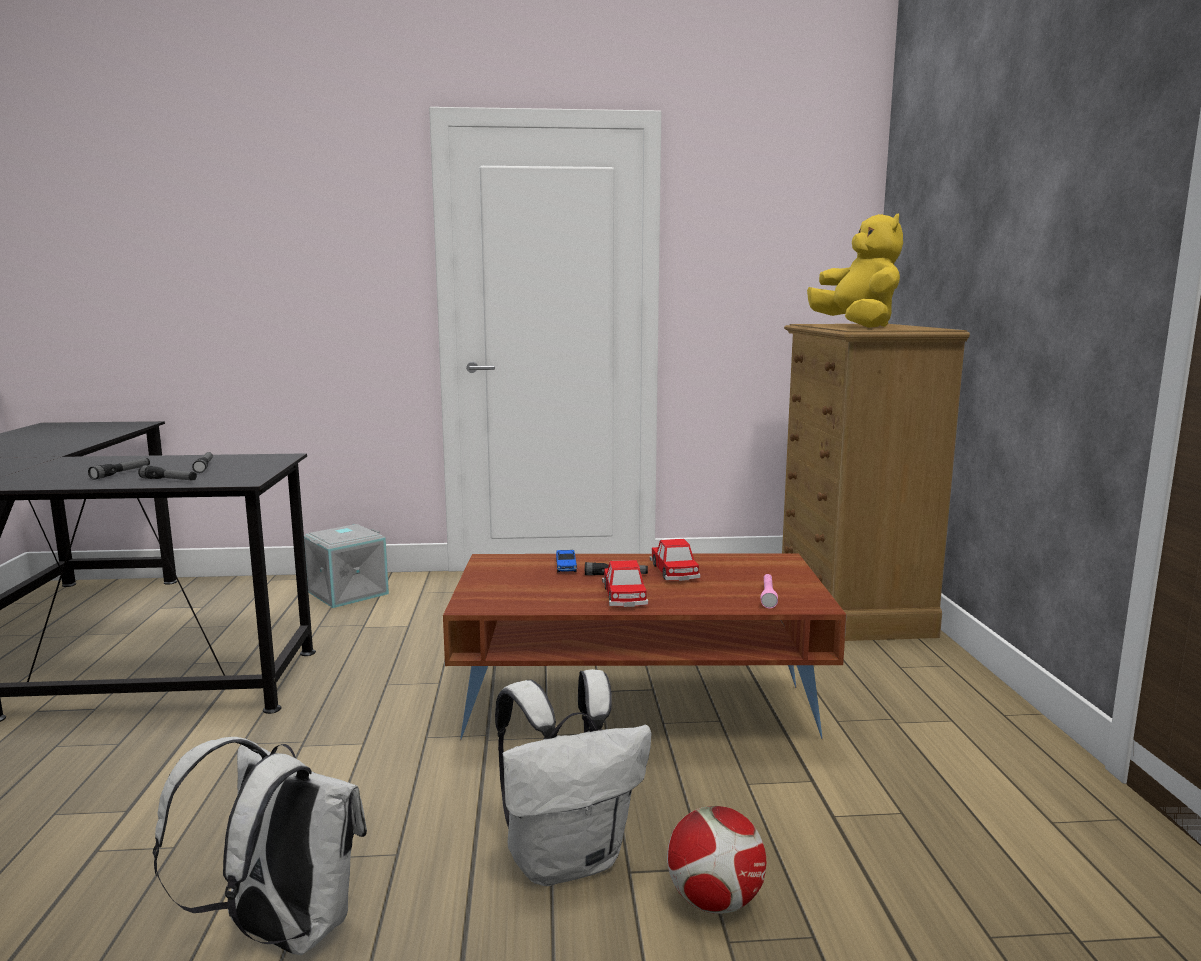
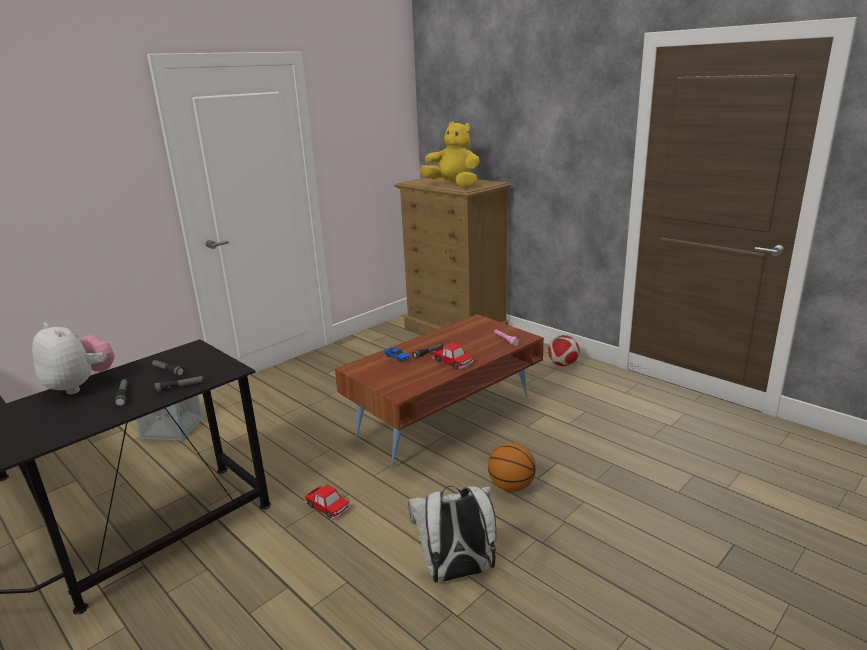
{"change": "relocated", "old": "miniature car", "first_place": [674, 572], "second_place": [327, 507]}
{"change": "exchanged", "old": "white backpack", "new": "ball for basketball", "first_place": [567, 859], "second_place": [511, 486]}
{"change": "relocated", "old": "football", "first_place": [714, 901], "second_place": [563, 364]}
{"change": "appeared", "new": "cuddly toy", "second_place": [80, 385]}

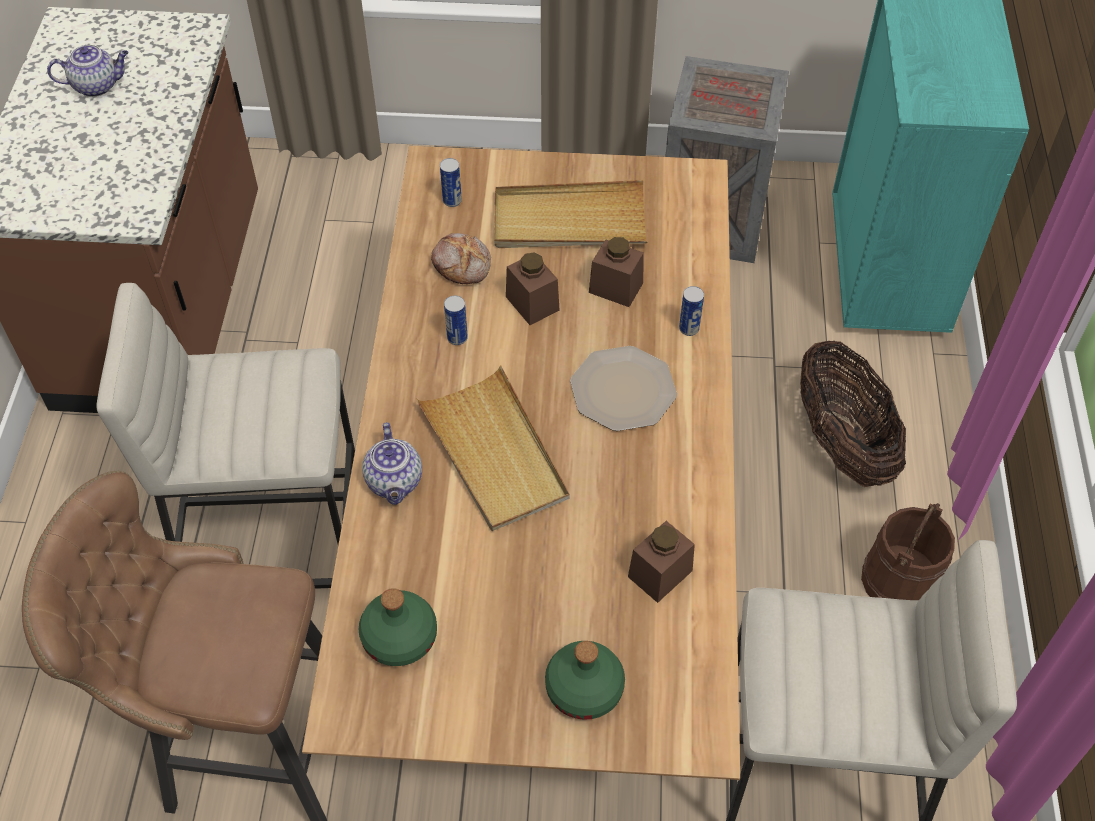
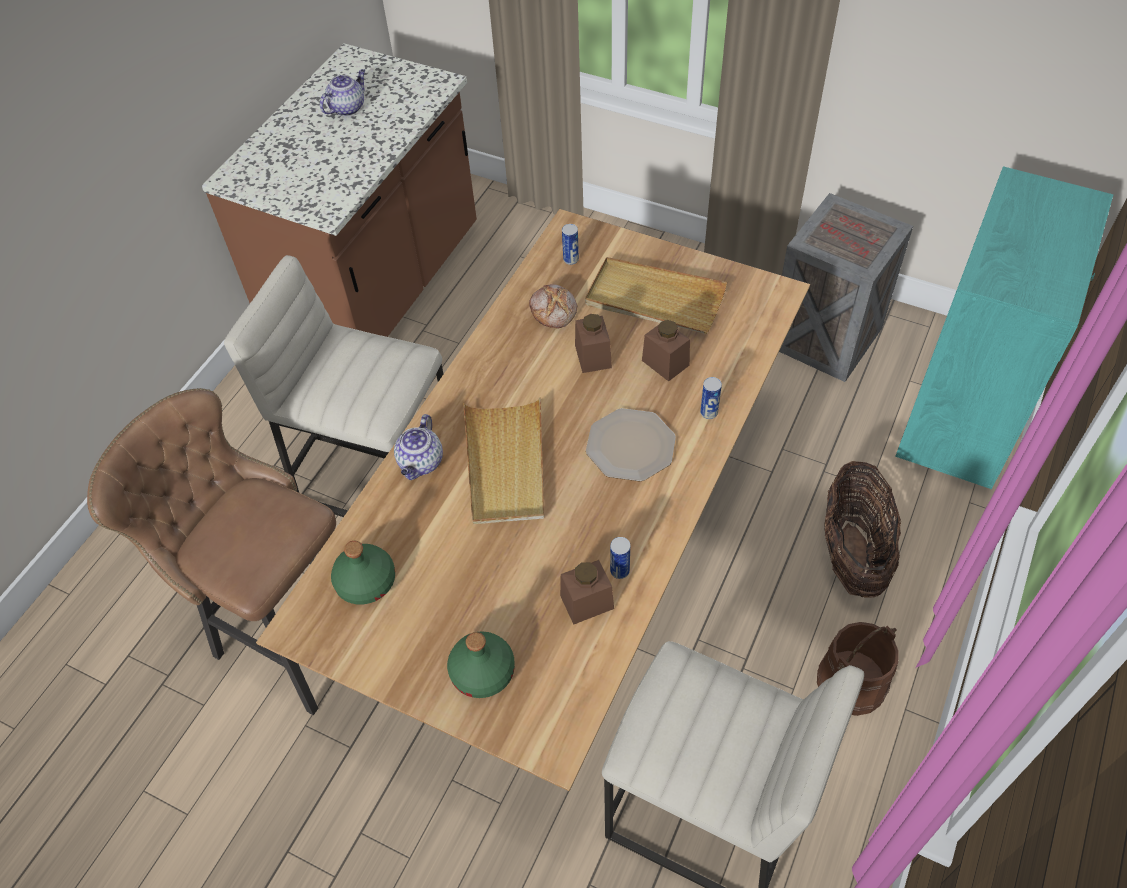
{"change": "spun", "old": "pot for tea", "first_place": [97, 85], "second_place": [347, 107], "degrees": -60}
{"change": "relocated", "old": "metal can", "first_place": [457, 338], "second_place": [619, 571]}

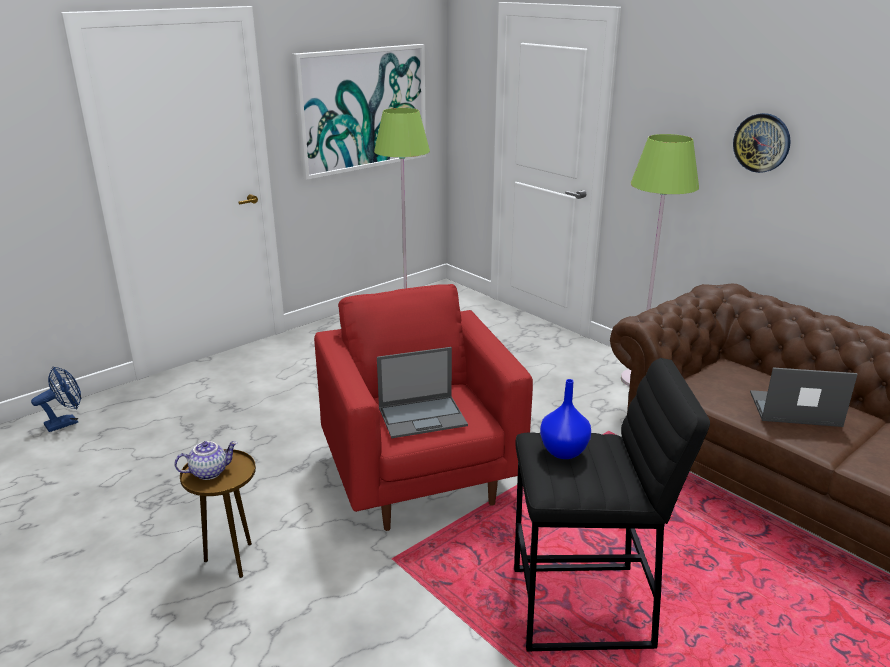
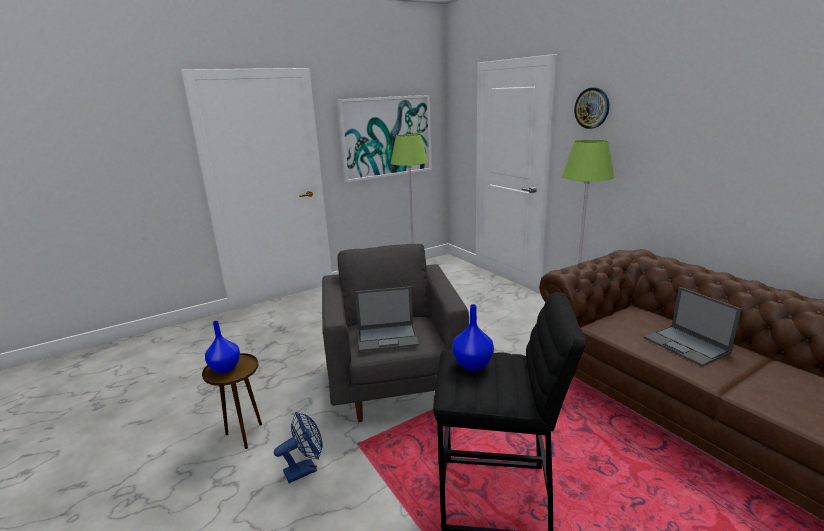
{"change": "relocated", "old": "hanging clock", "first_place": [762, 142], "second_place": [592, 108]}
{"change": "colour", "old": "red-coloured armchair", "new": "gray armchair", "first_place": [420, 477], "second_place": [395, 384]}
{"change": "relocated", "old": "bluish cooling fan", "first_place": [66, 422], "second_place": [305, 469]}
{"change": "spun", "old": "portable computer", "first_place": [793, 409], "second_place": [687, 345], "degrees": -135}
{"change": "exchanged", "old": "pot for tea", "new": "bluish flower vase", "first_place": [209, 472], "second_place": [225, 368]}

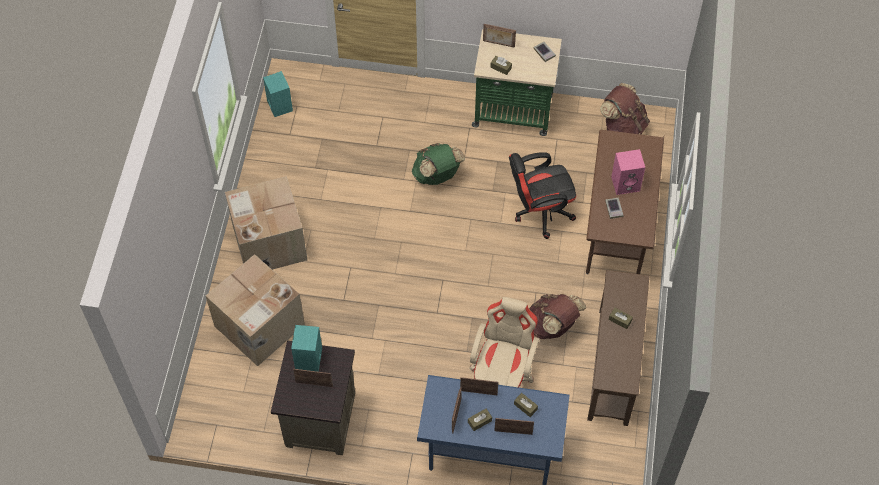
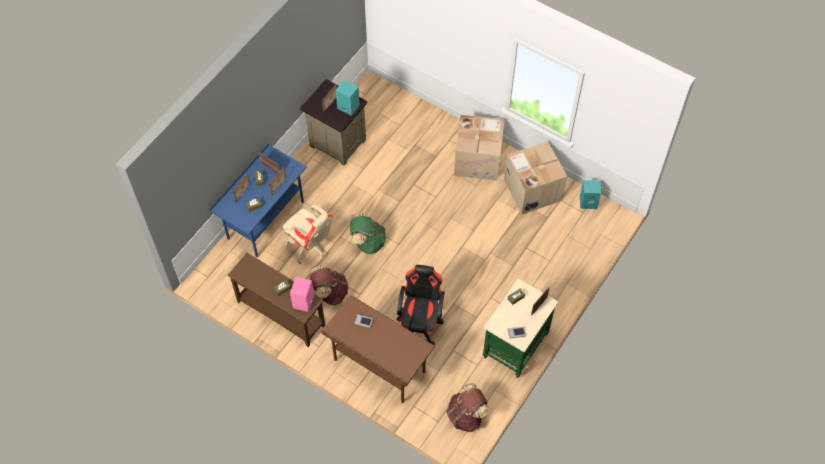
{"change": "relocated", "old": "green-coloured backpack", "first_place": [437, 176], "second_place": [368, 242]}
{"change": "relocated", "old": "pinkish audio speaker", "first_place": [626, 183], "second_place": [304, 302]}
{"change": "relocated", "old": "cardboard box", "first_place": [259, 326], "second_place": [531, 189]}

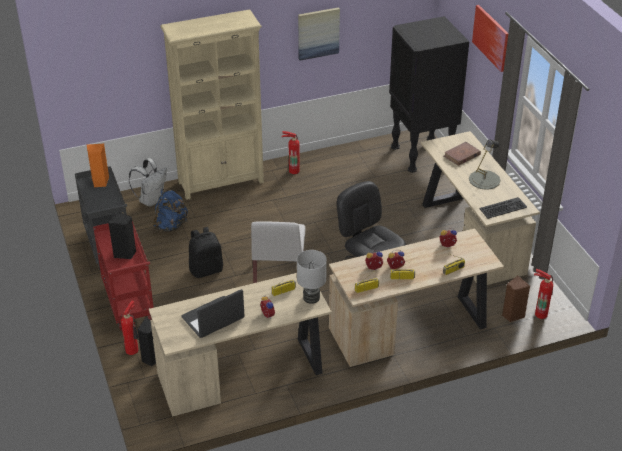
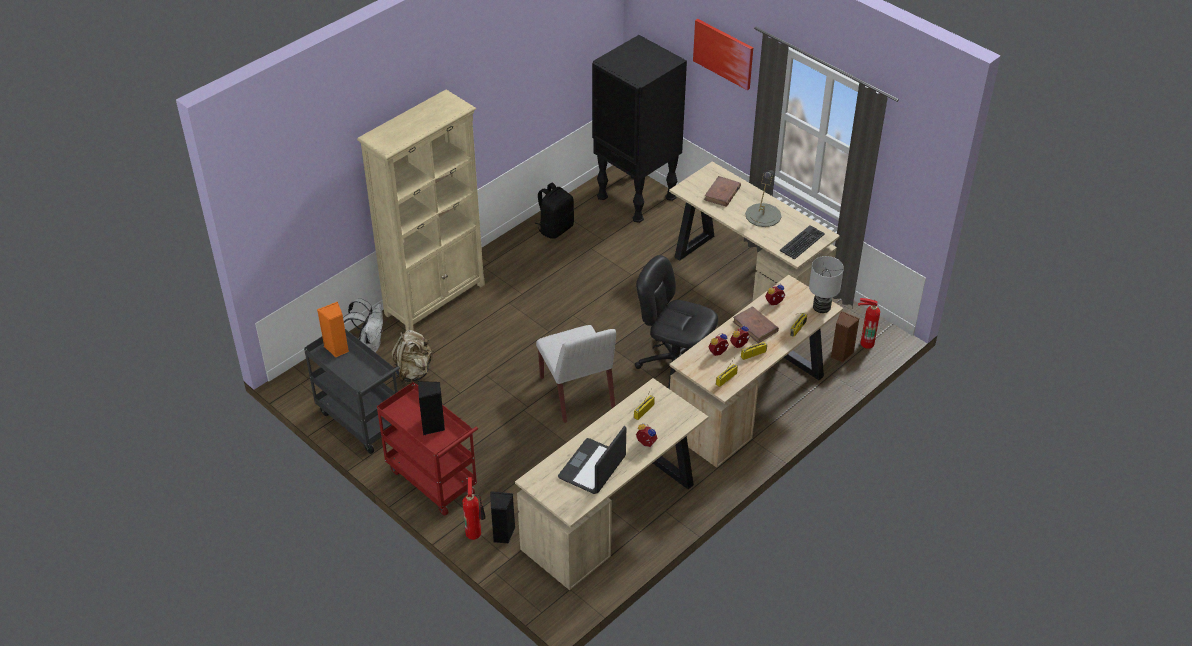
{"change": "missing", "old": "wall art", "first_place": [318, 33]}
{"change": "missing", "old": "extinguisher", "first_place": [293, 170]}
{"change": "colour", "old": "bluish backpack", "new": "sand-coloured backpack", "first_place": [170, 226], "second_place": [413, 372]}
{"change": "relocated", "old": "black-coloured backpack", "first_place": [206, 270], "second_place": [555, 228]}
{"change": "relocated", "old": "gray lamp for a table", "first_place": [311, 298], "second_place": [821, 307]}
{"change": "appeared", "new": "brownish volume", "second_place": [755, 326]}

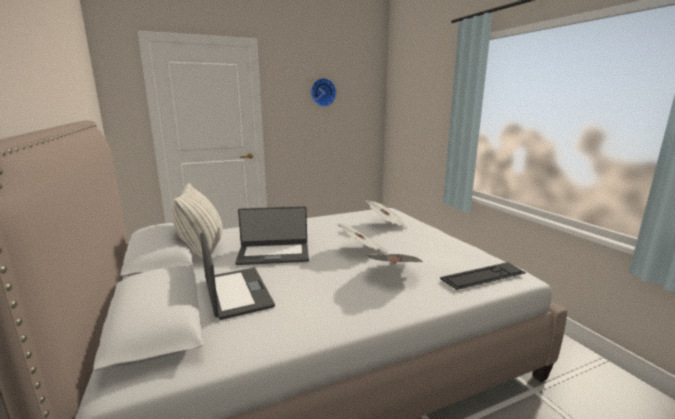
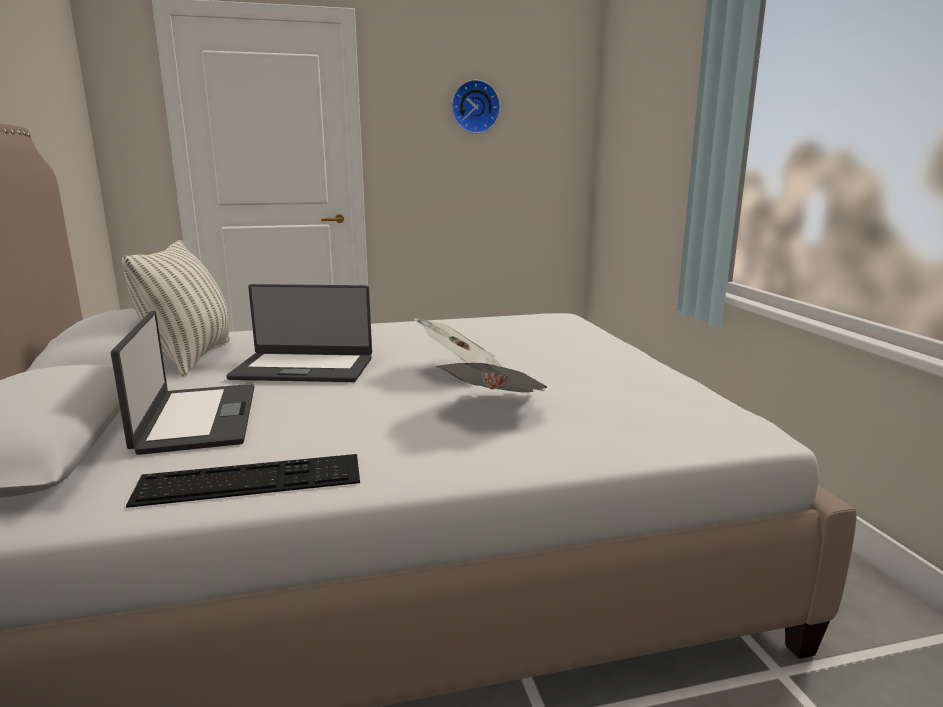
{"change": "missing", "old": "newspaper", "first_place": [386, 224]}
{"change": "relocated", "old": "keyboard", "first_place": [483, 275], "second_place": [250, 481]}

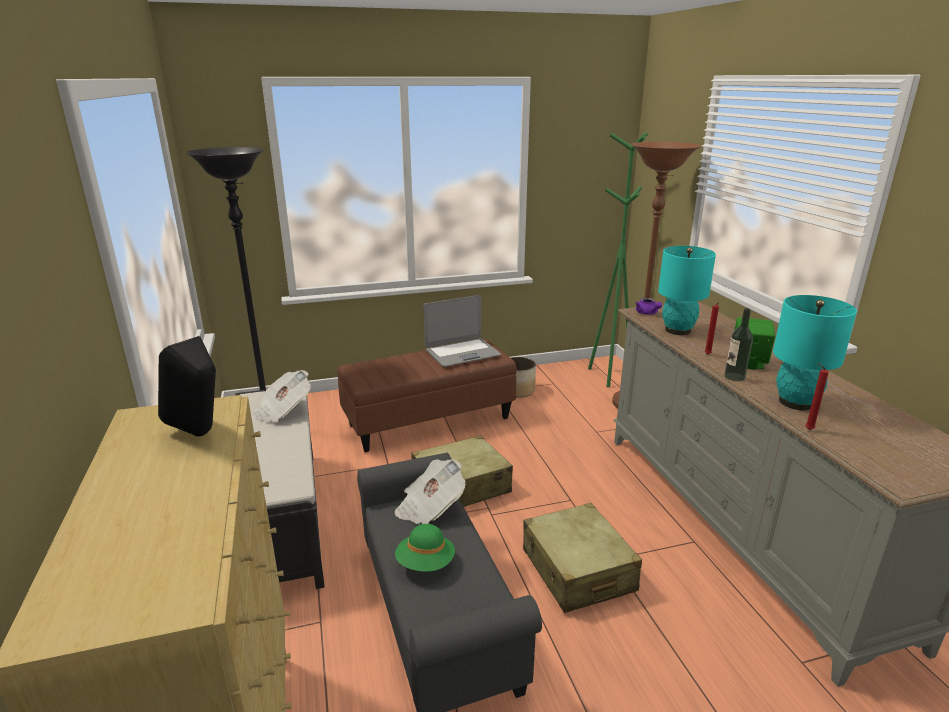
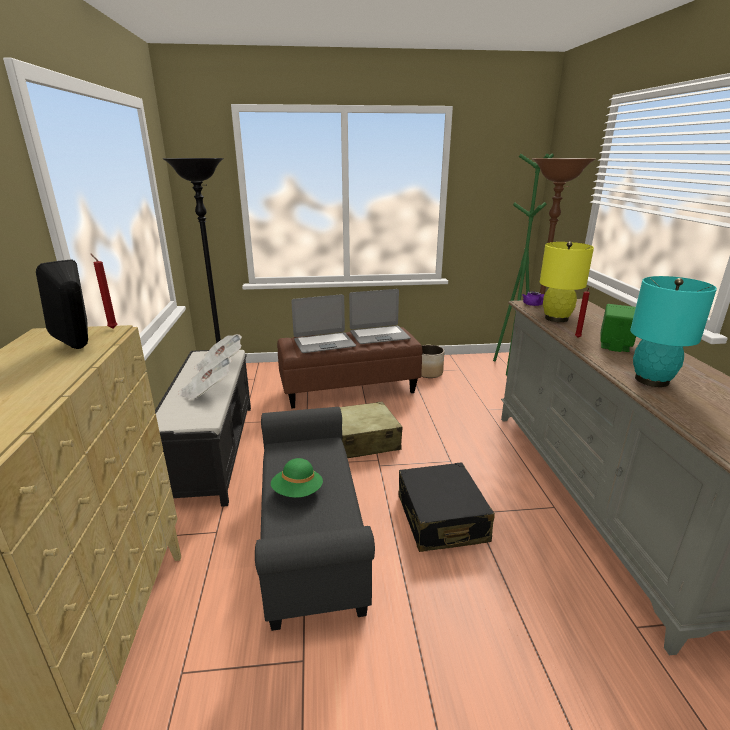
{"change": "colour", "old": "blue-green lamp for a table", "new": "yellow lamp for a table", "first_place": [678, 330], "second_place": [556, 318]}
{"change": "missing", "old": "beverage bottle", "first_place": [734, 377]}
{"change": "relocated", "old": "red-coloured wax candle", "first_place": [807, 429], "second_place": [112, 328]}
{"change": "relocated", "old": "newspaper", "first_place": [429, 507], "second_place": [206, 391]}
{"change": "colour", "old": "sand-coloured suitcase", "new": "black-coloured suitcase", "first_place": [577, 570], "second_place": [441, 518]}
{"change": "appeared", "new": "portable computer", "second_place": [324, 343]}

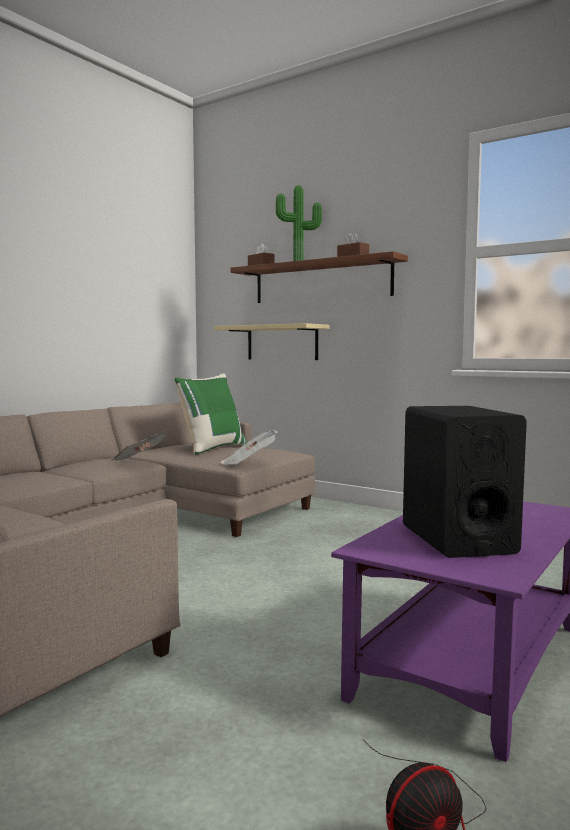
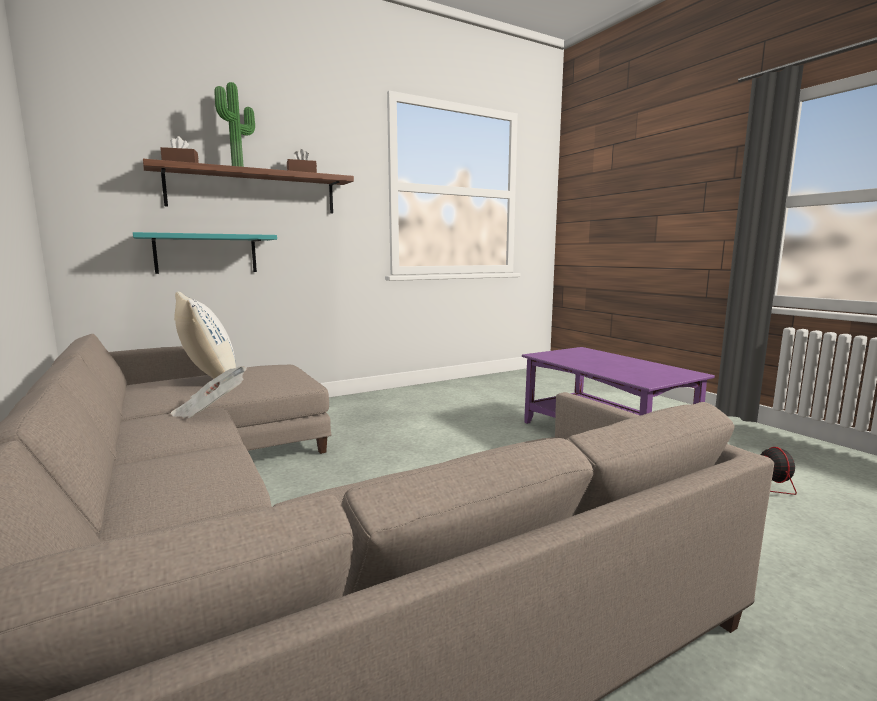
{"change": "colour", "old": "sand-coloured bracket shelf", "new": "blue-green bracket shelf", "first_place": [282, 342], "second_place": [206, 254]}
{"change": "colour", "old": "green-coloured pillow", "new": "white pillow", "first_place": [212, 448], "second_place": [208, 379]}
{"change": "missing", "old": "black-coloured audio speaker", "first_place": [457, 539]}
{"change": "missing", "old": "newspaper", "first_place": [249, 463]}

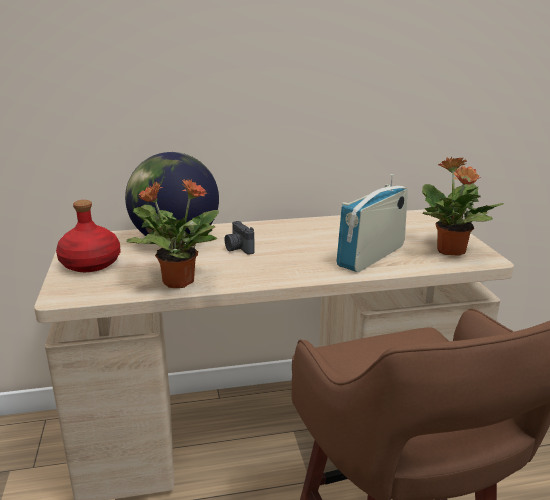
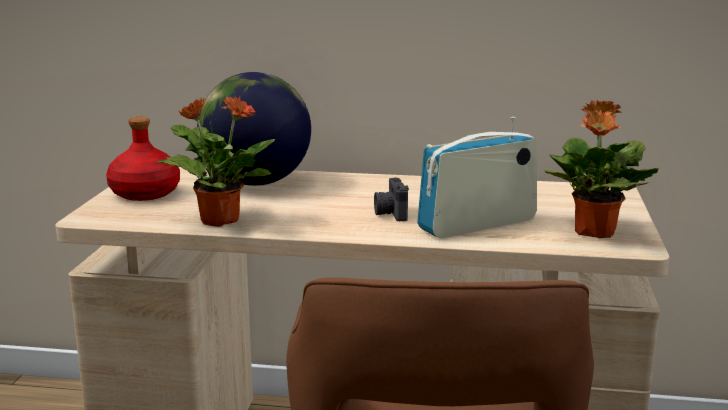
{"change": "relocated", "old": "photo camera", "first_place": [238, 248], "second_place": [390, 213]}

